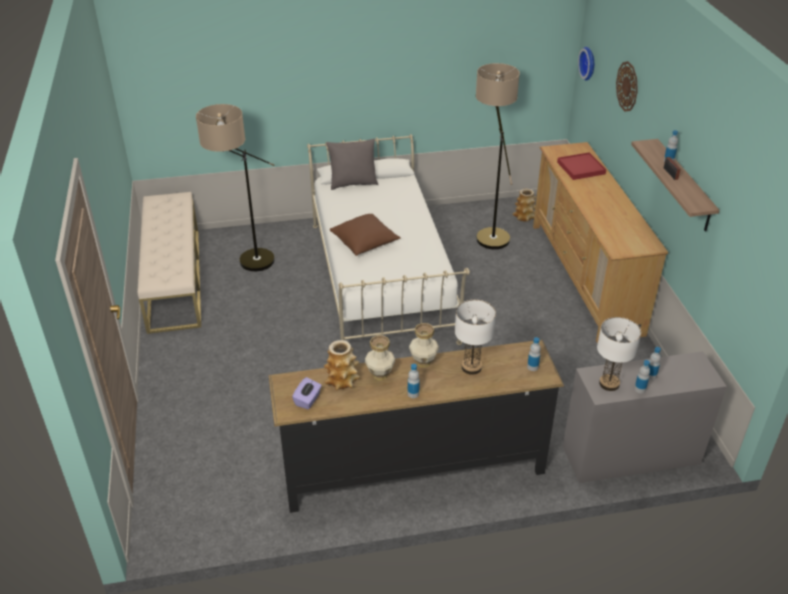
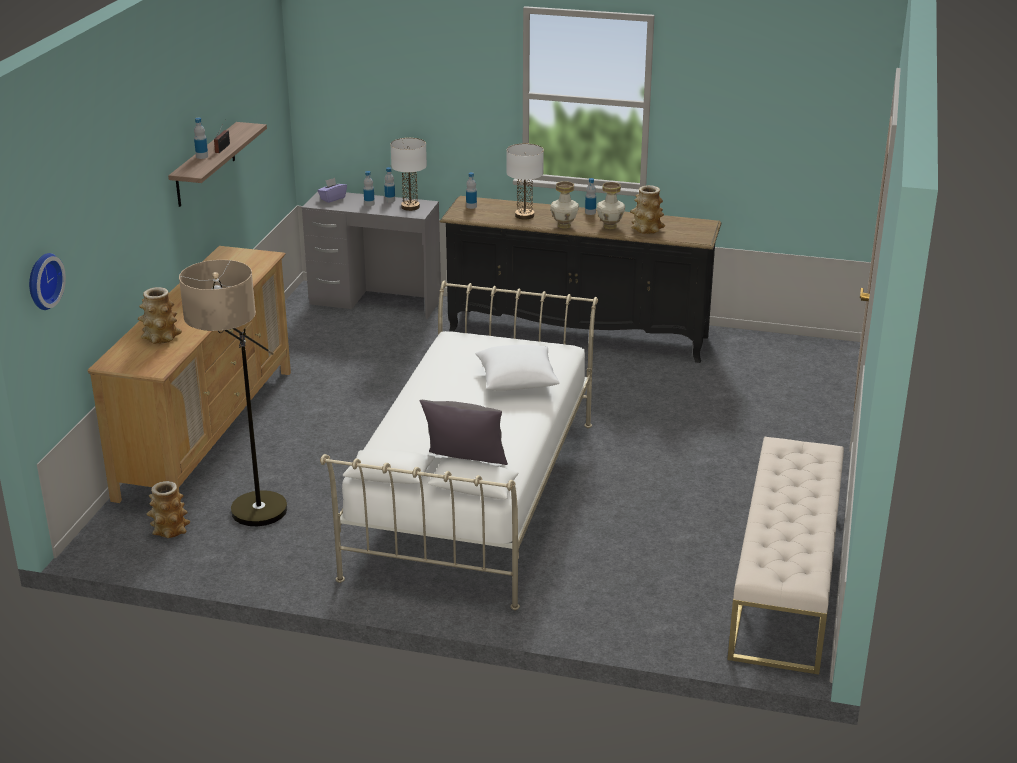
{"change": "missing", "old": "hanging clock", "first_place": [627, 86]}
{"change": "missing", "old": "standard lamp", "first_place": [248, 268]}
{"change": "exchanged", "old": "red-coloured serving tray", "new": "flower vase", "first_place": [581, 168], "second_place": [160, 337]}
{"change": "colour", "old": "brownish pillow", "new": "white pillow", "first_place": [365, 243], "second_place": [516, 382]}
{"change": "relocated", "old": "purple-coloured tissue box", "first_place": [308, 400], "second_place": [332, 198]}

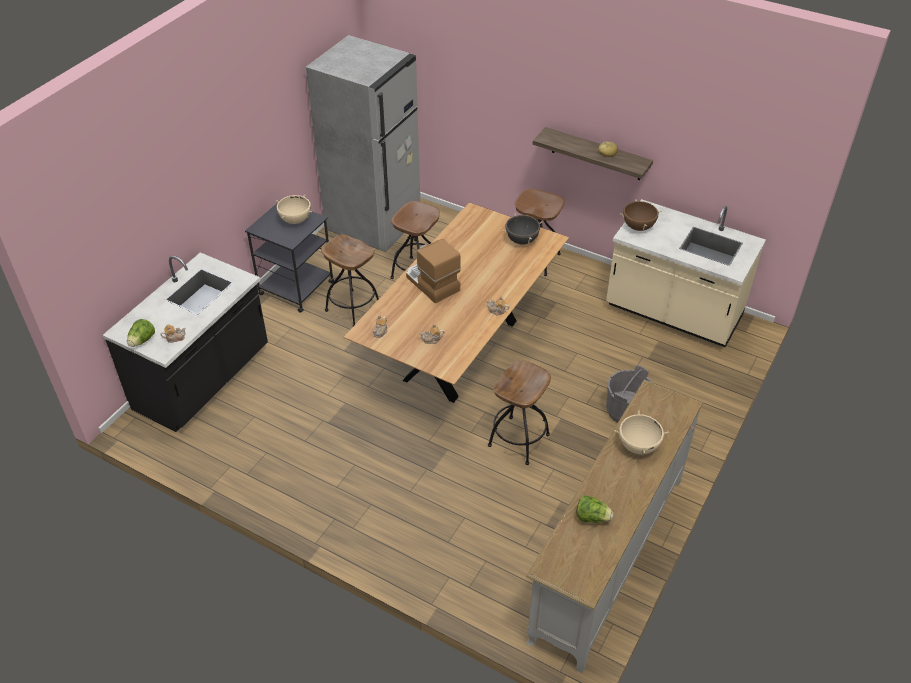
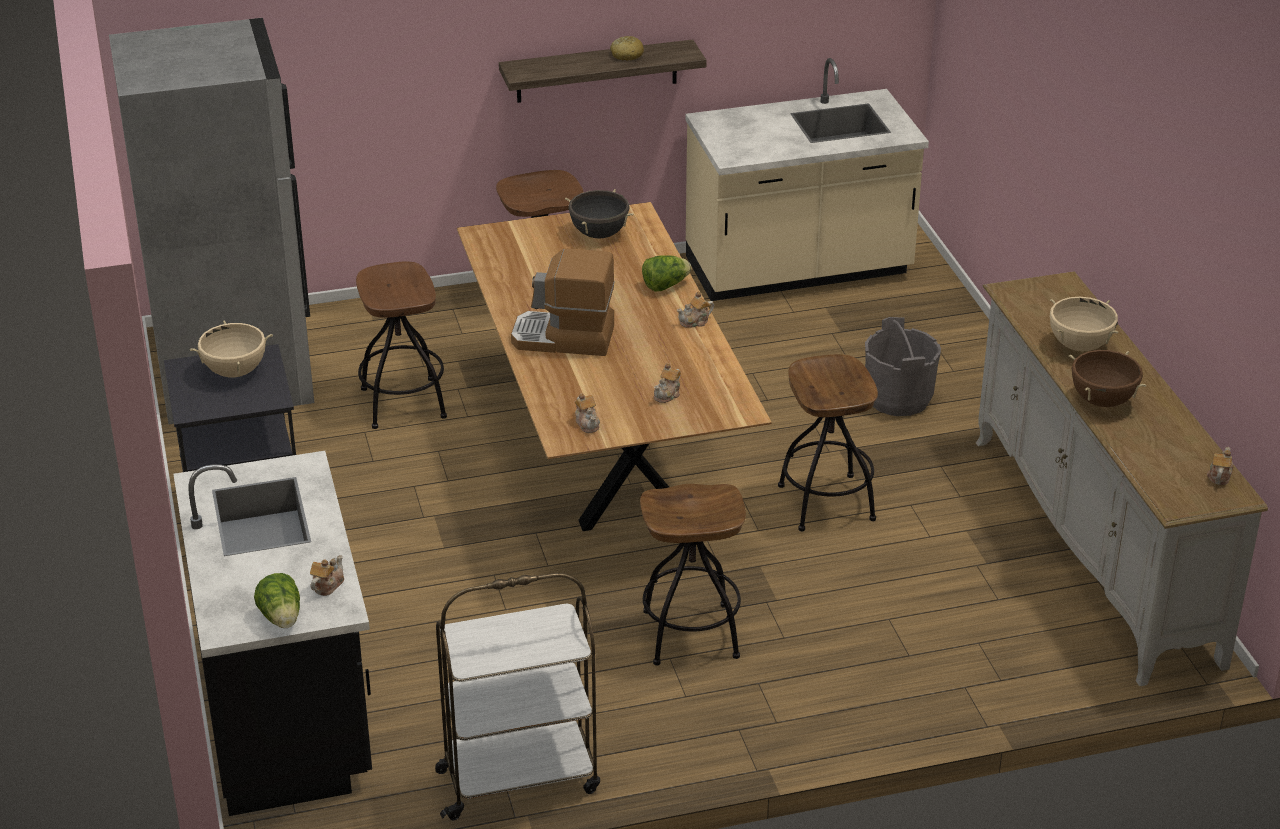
{"change": "relocated", "old": "brownish saucepot", "first_place": [638, 227], "second_place": [1102, 401]}
{"change": "relocated", "old": "brownish sitting stool", "first_place": [352, 308], "second_place": [690, 633]}
{"change": "relocated", "old": "lettuce", "first_place": [592, 517], "second_place": [665, 286]}
{"change": "appeared", "new": "pot for tea", "second_place": [1219, 476]}
{"change": "appeared", "new": "white cart", "second_place": [519, 781]}

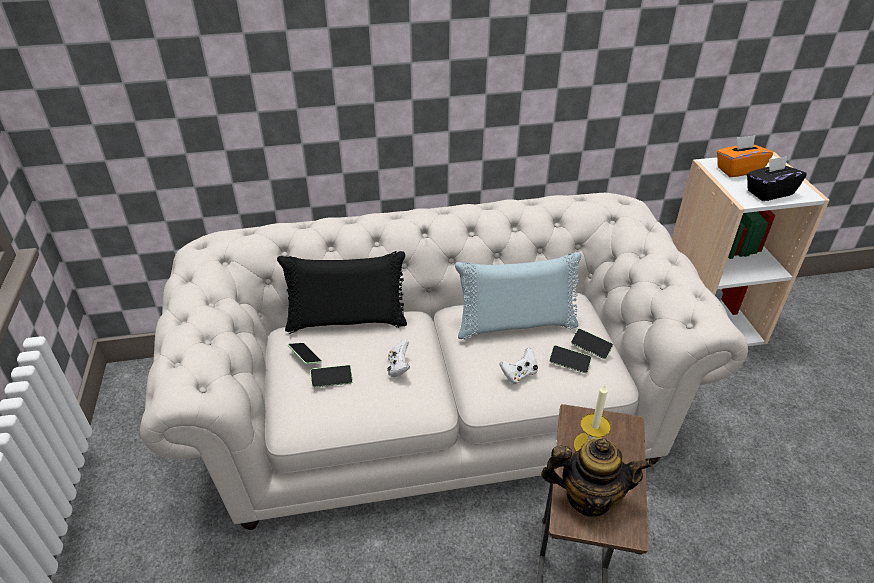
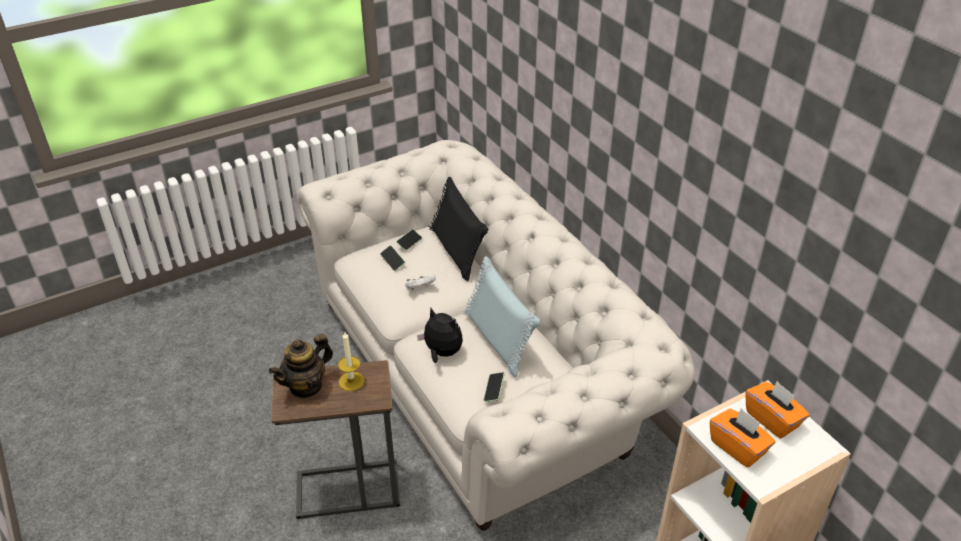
{"change": "colour", "old": "black-coloured tissue box", "new": "orange-coloured tissue box", "first_place": [769, 192], "second_place": [738, 447]}
{"change": "missing", "old": "telephone", "first_place": [569, 363]}
{"change": "exchanged", "old": "white game controller", "new": "cuddly toy", "first_place": [519, 374], "second_place": [441, 353]}
{"change": "spun", "old": "pot for tea", "first_place": [589, 497], "second_place": [306, 386], "degrees": 60}

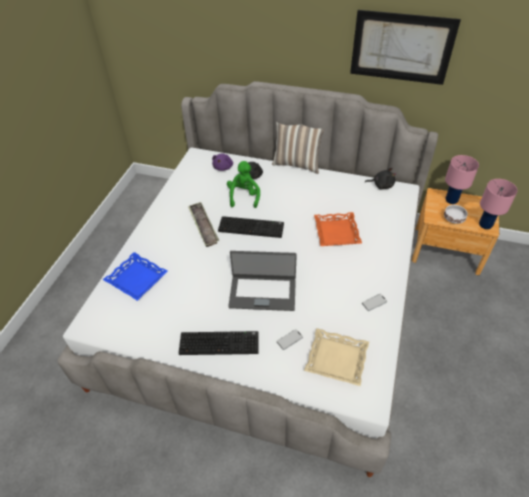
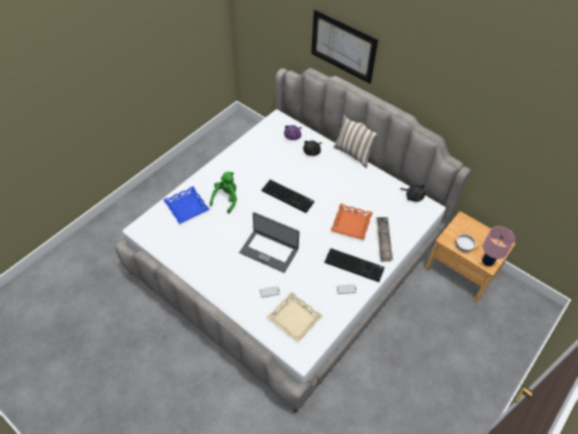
{"change": "relocated", "old": "wall art", "first_place": [401, 47], "second_place": [343, 46]}
{"change": "missing", "old": "pinkish lamp for a table", "first_place": [450, 200]}
{"change": "relocated", "old": "green-coloured cuddly toy", "first_place": [244, 196], "second_place": [226, 199]}
{"change": "relocated", "old": "serving tray", "first_place": [203, 226], "second_place": [383, 240]}
{"change": "relocated", "old": "keyboard", "first_place": [220, 342], "second_place": [355, 265]}

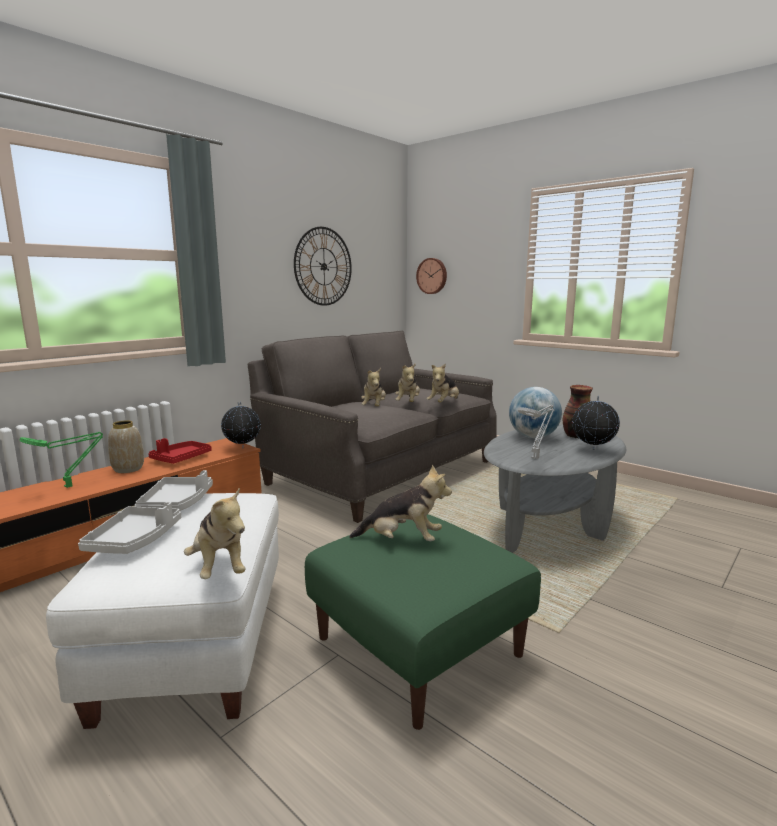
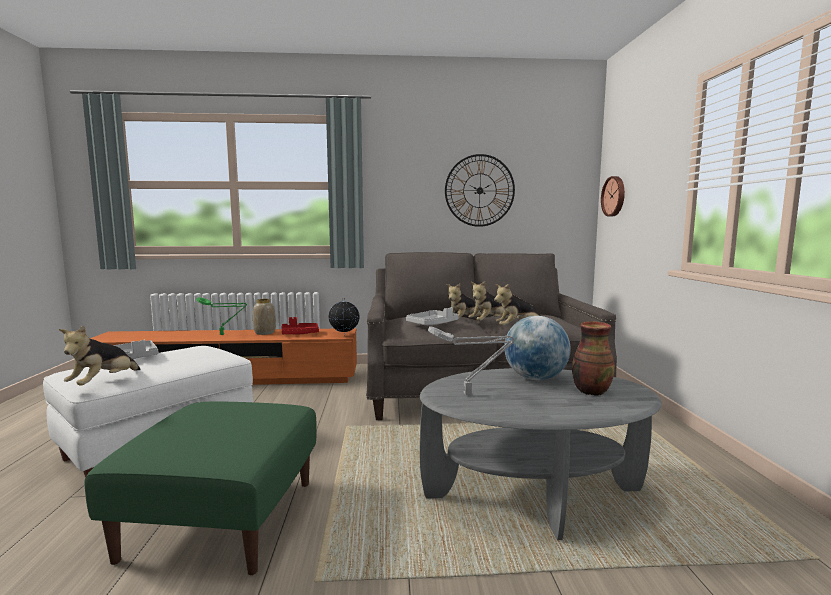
{"change": "missing", "old": "desk globe", "first_place": [592, 450]}
{"change": "missing", "old": "cuddly toy", "first_place": [402, 540]}
{"change": "relocated", "old": "gray serving tray", "first_place": [177, 503], "second_place": [432, 324]}

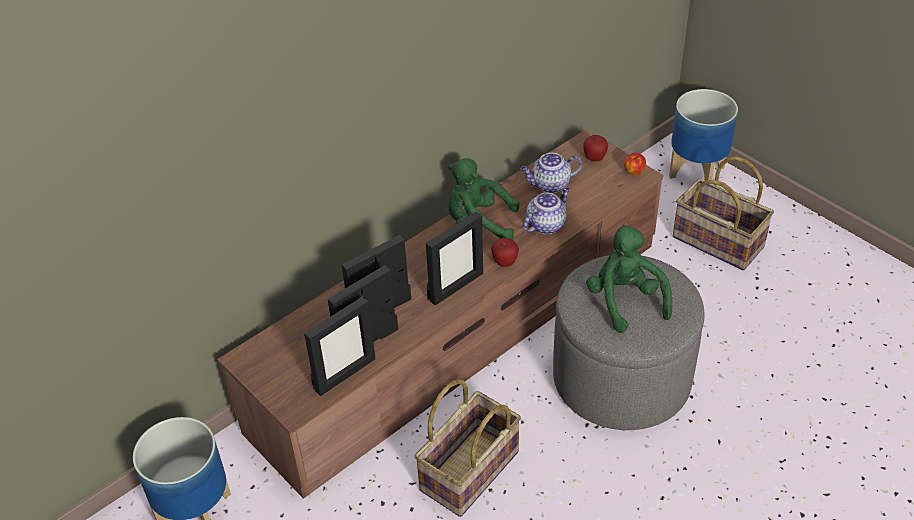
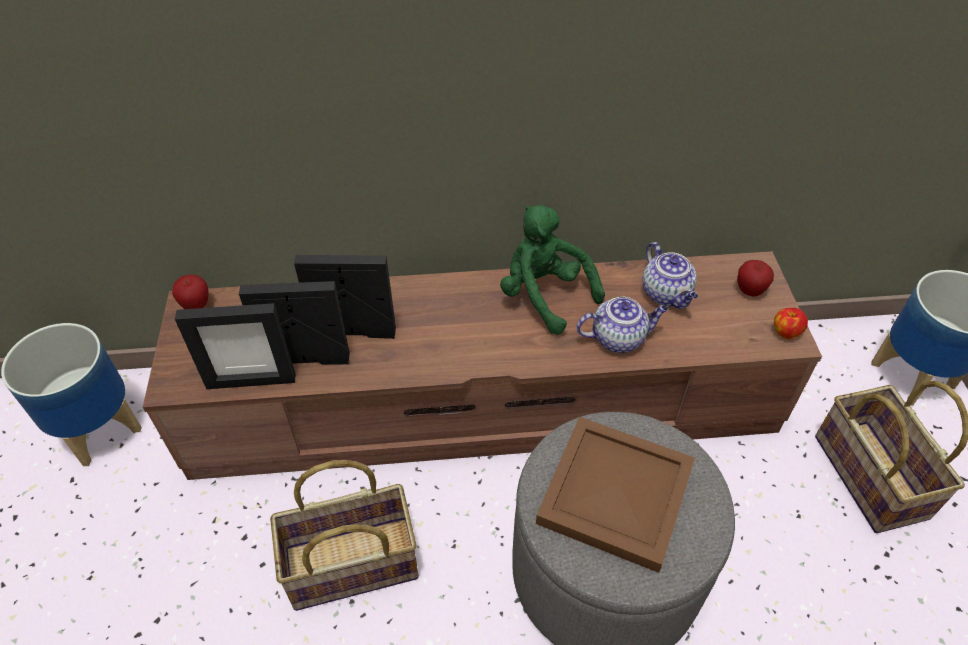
{"change": "spun", "old": "pot for tea", "first_place": [550, 185], "second_place": [667, 294], "degrees": -135}
{"change": "missing", "old": "photo frame", "first_place": [455, 286]}
{"change": "exchanged", "old": "green-coloured cuddly toy", "new": "brownish serving tray", "first_place": [625, 301], "second_place": [618, 493]}
{"change": "relocated", "old": "whole apple", "first_place": [504, 263], "second_place": [196, 306]}

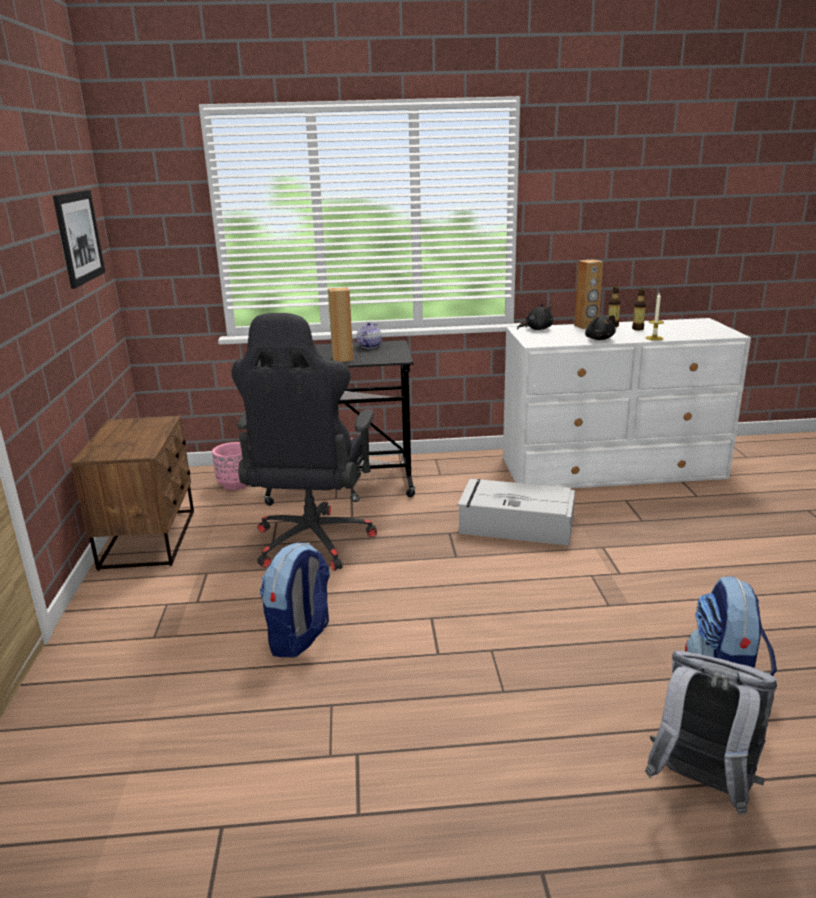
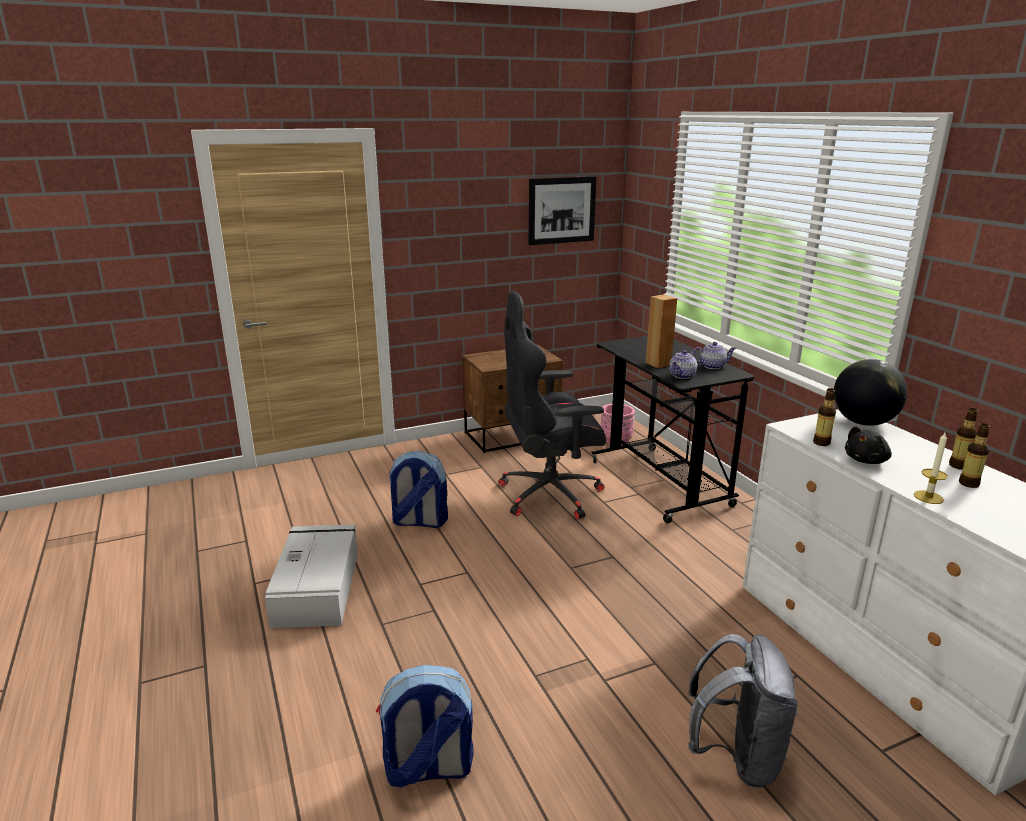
{"change": "missing", "old": "brownish audio speaker", "first_place": [586, 326]}
{"change": "exchanged", "old": "black-coloured cuddly toy", "new": "desk globe", "first_place": [537, 329], "second_place": [863, 422]}
{"change": "relocated", "old": "gray storage container", "first_place": [515, 524], "second_place": [317, 586]}
{"change": "relocated", "old": "gray backpack", "first_place": [700, 785], "second_place": [737, 756]}
{"change": "appeared", "new": "pot for tea", "second_place": [682, 375]}
{"change": "appeared", "new": "beverage bottle", "second_place": [821, 443]}

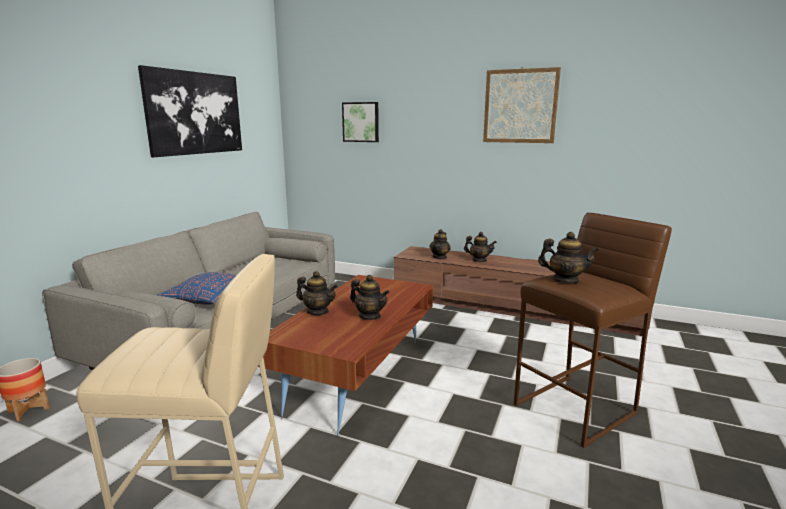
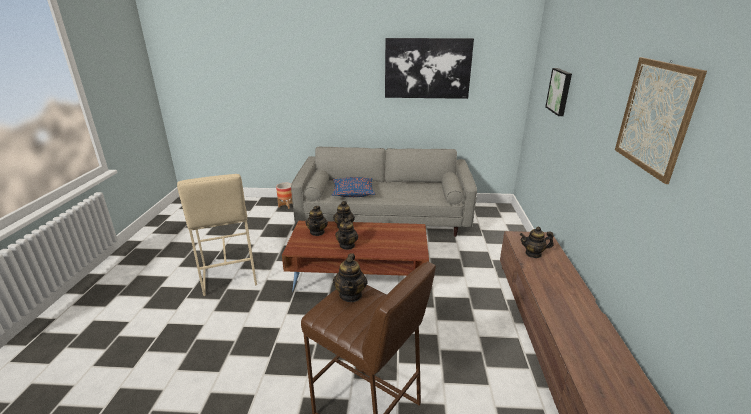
{"change": "relocated", "old": "pot for tea", "first_place": [479, 260], "second_place": [317, 232]}

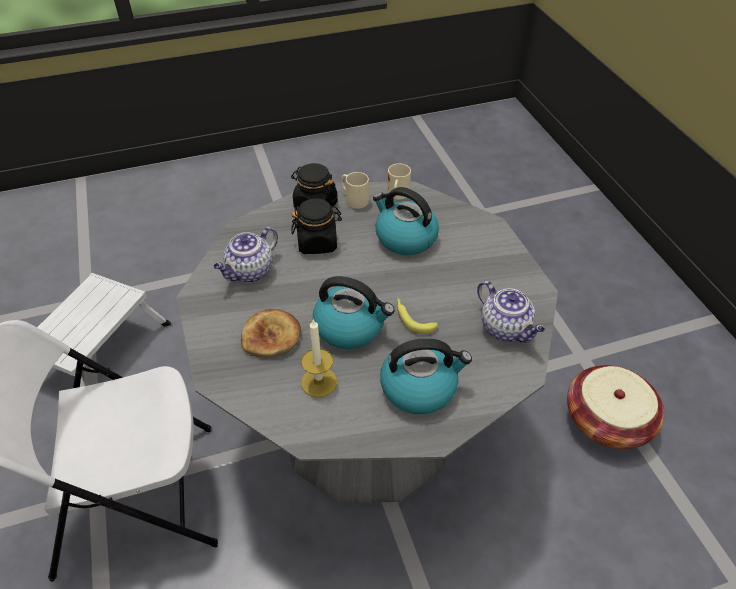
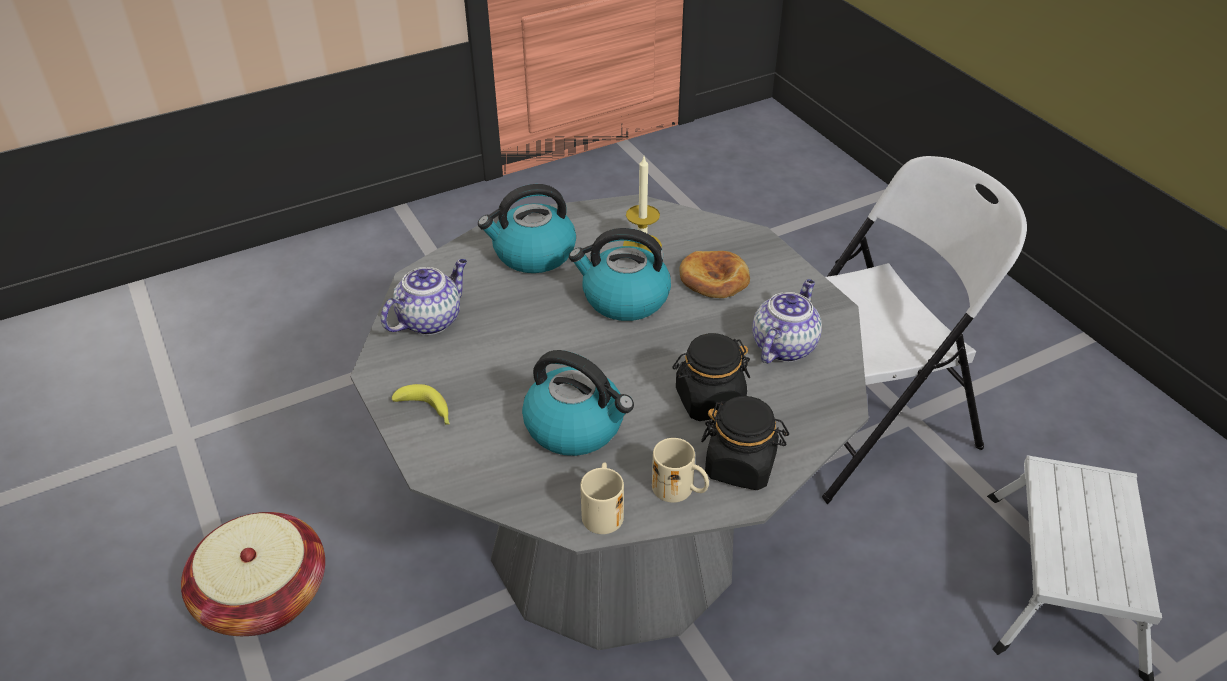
{"change": "spun", "old": "pot for tea", "first_place": [506, 329], "second_place": [430, 319], "degrees": 90}
{"change": "relocated", "old": "whole banana", "first_place": [412, 318], "second_place": [427, 411]}

